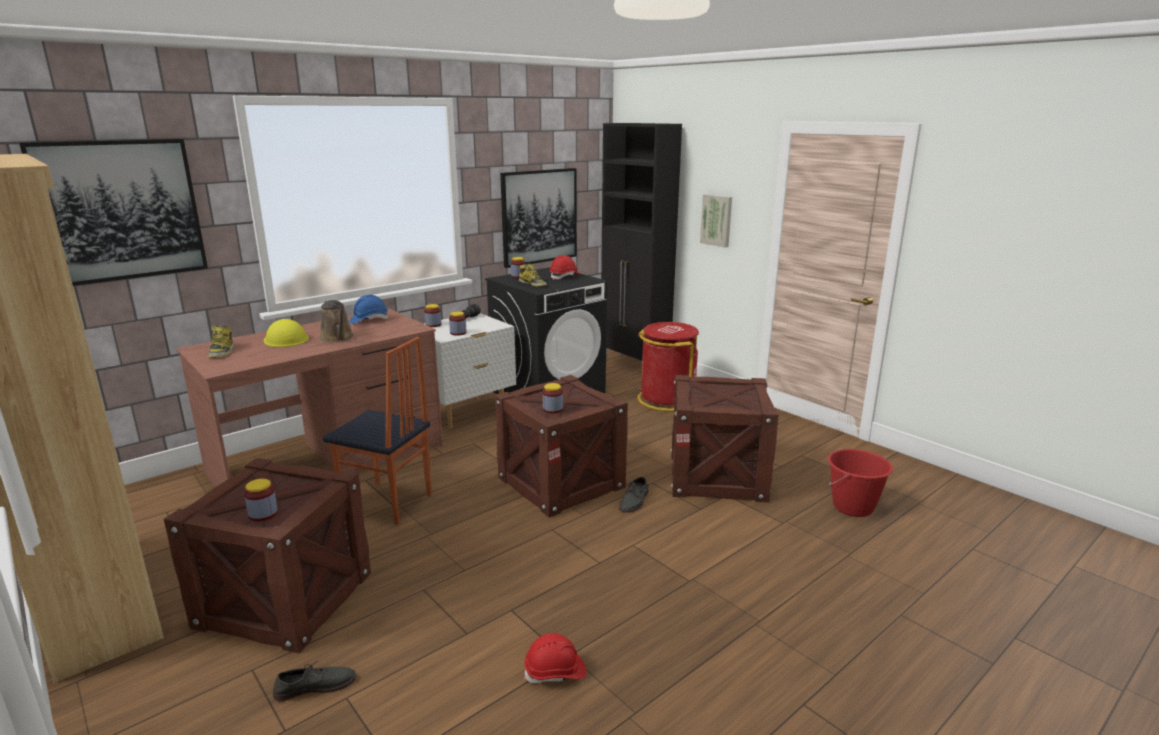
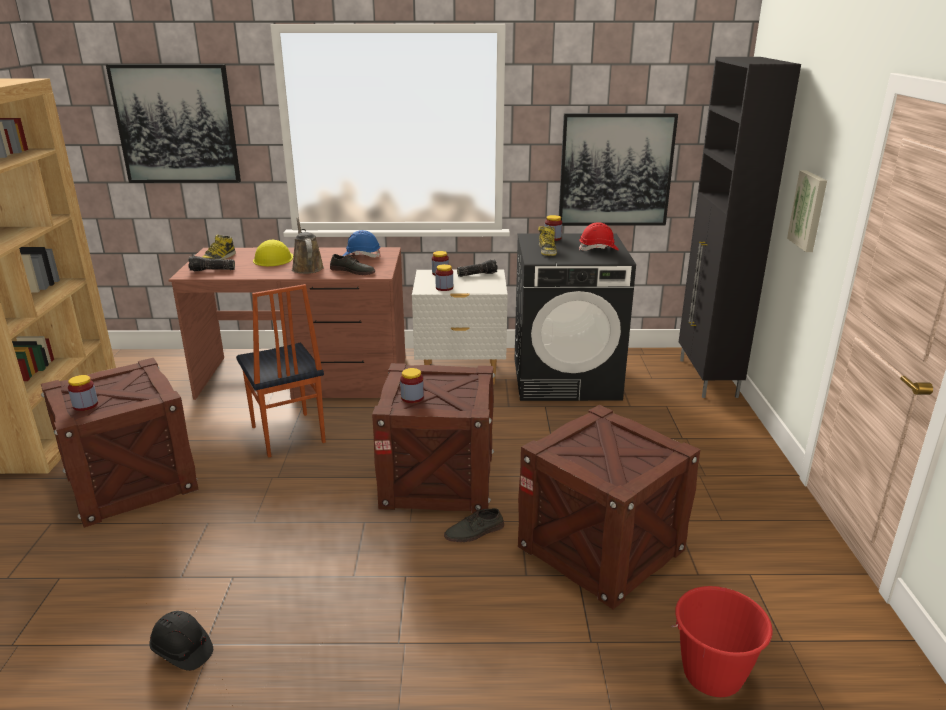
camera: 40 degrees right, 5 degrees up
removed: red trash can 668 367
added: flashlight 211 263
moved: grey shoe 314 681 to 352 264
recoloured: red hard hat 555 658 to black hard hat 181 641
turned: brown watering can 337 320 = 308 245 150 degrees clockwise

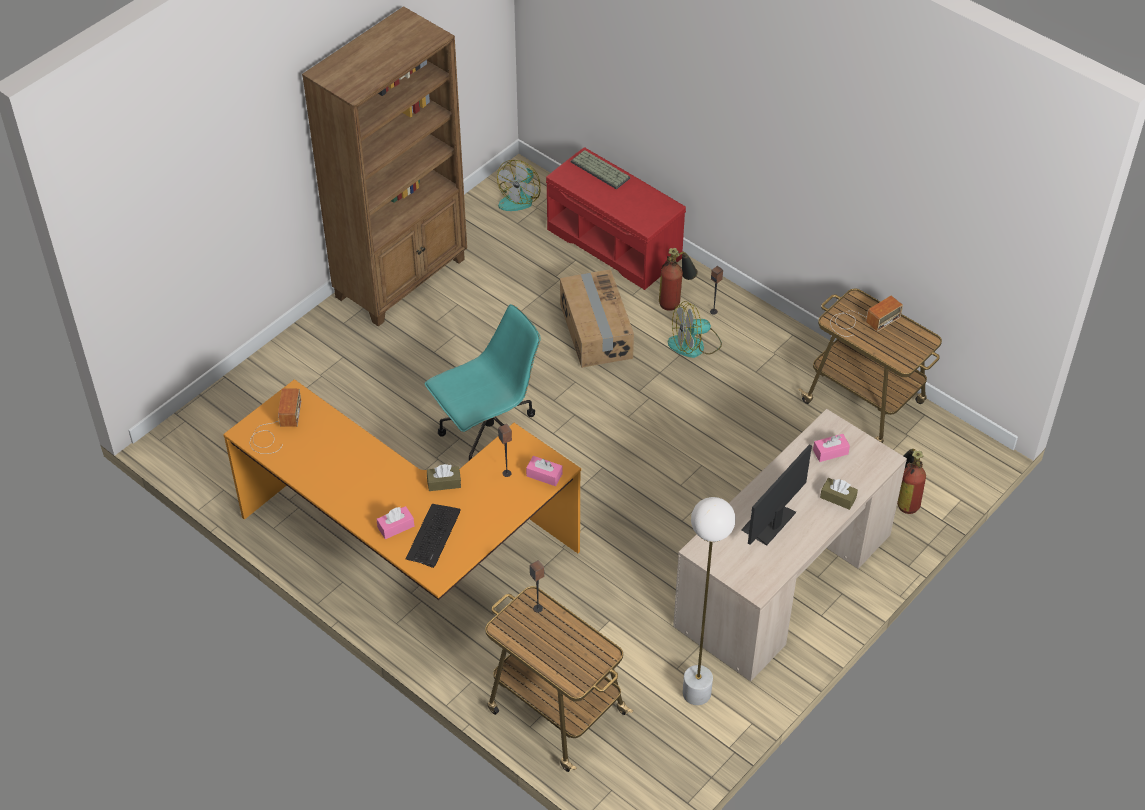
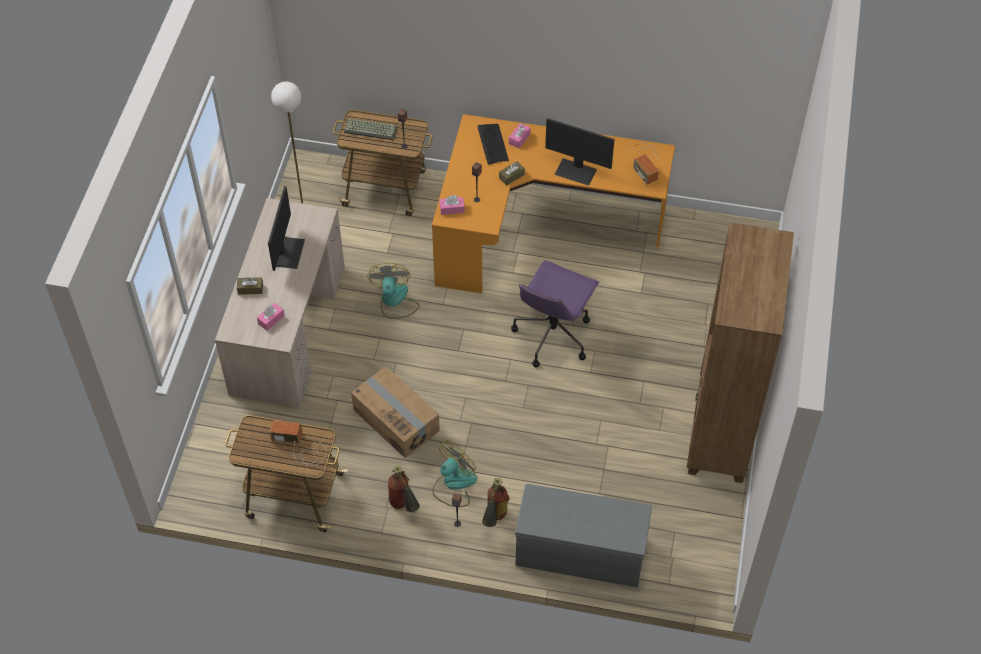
camera: 150 degrees right, 5 degrees up
added: monitor 579 152
moved: fan 518 185 to 393 291; cardboard box 597 318 to 395 412; keyboard 600 169 to 370 129; fire extinguisher 911 481 to 404 488
recoloured: turquoise office chair 483 382 to purple office chair 555 313; red bench 616 218 to grey bench 583 535
turned: radio 866 316 = 298 443 75 degrees clockwise

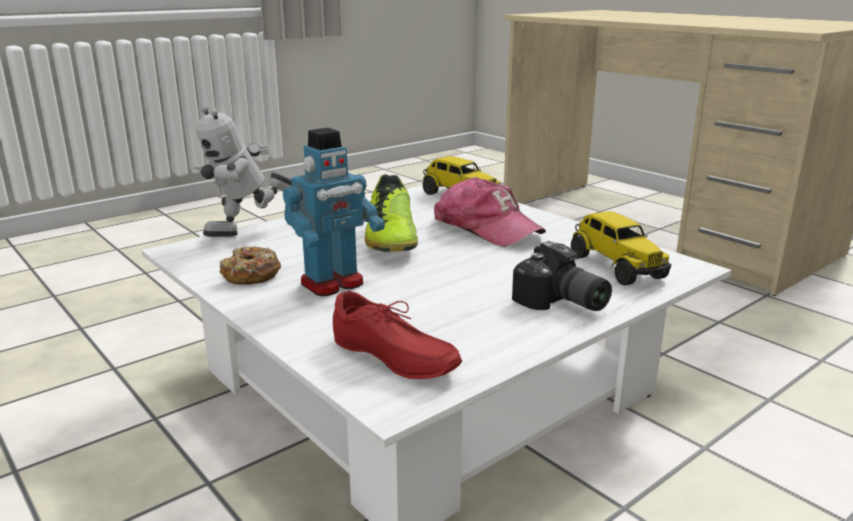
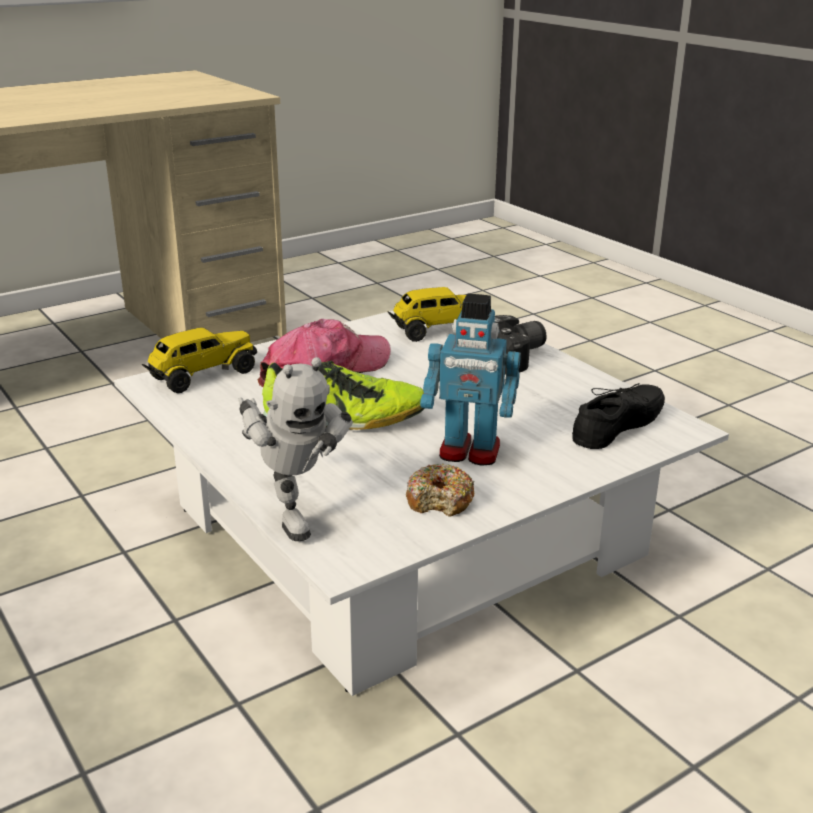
camera: 85 degrees left, 5 degrees up
recoloured: red shoe 397 334 to black shoe 618 416
turned: toy robot 334 212 = 470 380 135 degrees clockwise

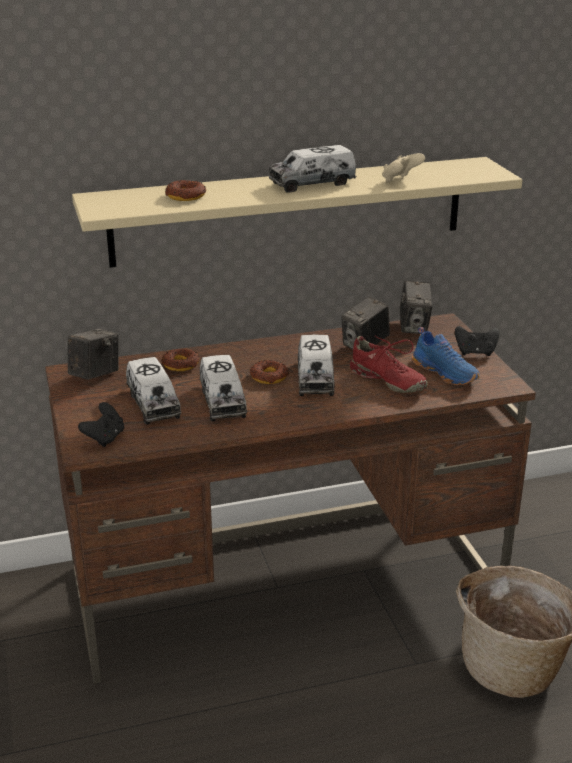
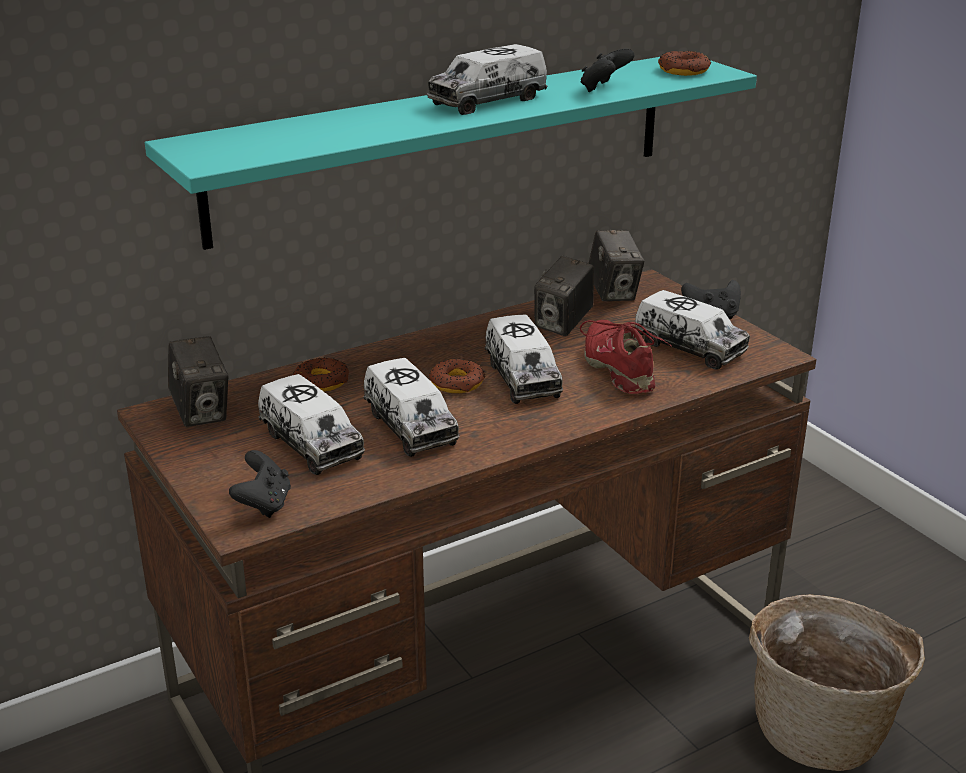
camera: 15 degrees left, 0 degrees up
moved: donut 185 190 to 684 63
replaced: blue shoe 446 356 to toy truck 692 330
recoloured: beige shelf 297 212 to turquoise shelf 451 153; beige game controller 403 168 to black game controller 607 70
turned: photo camera 93 354 = 198 381 135 degrees clockwise; red shoe 389 364 = 626 357 135 degrees counterclockwise

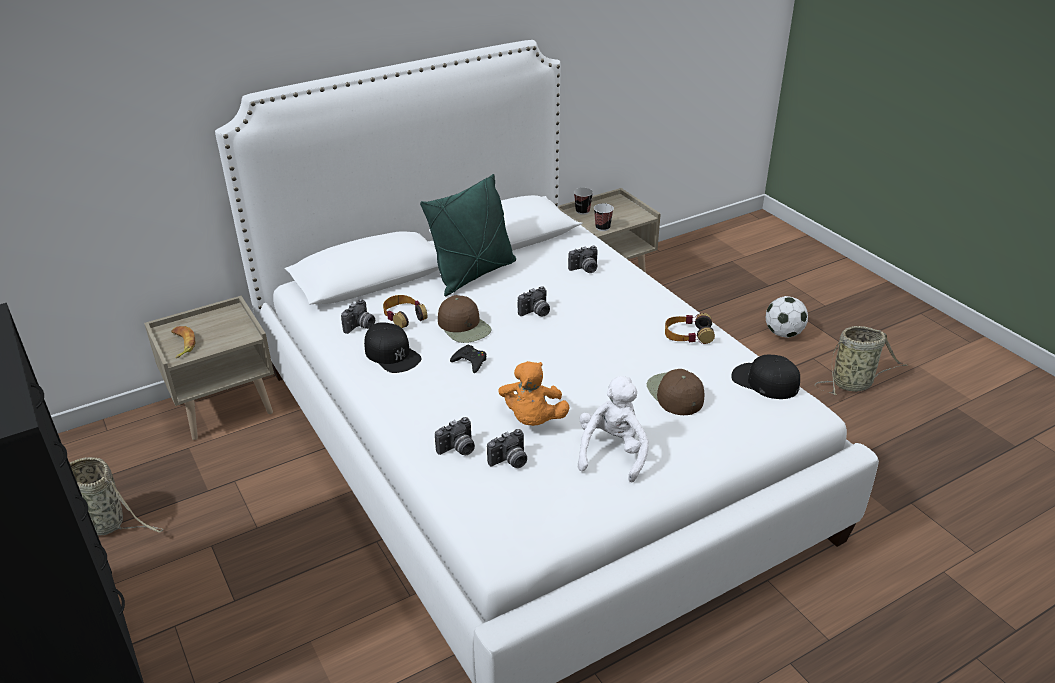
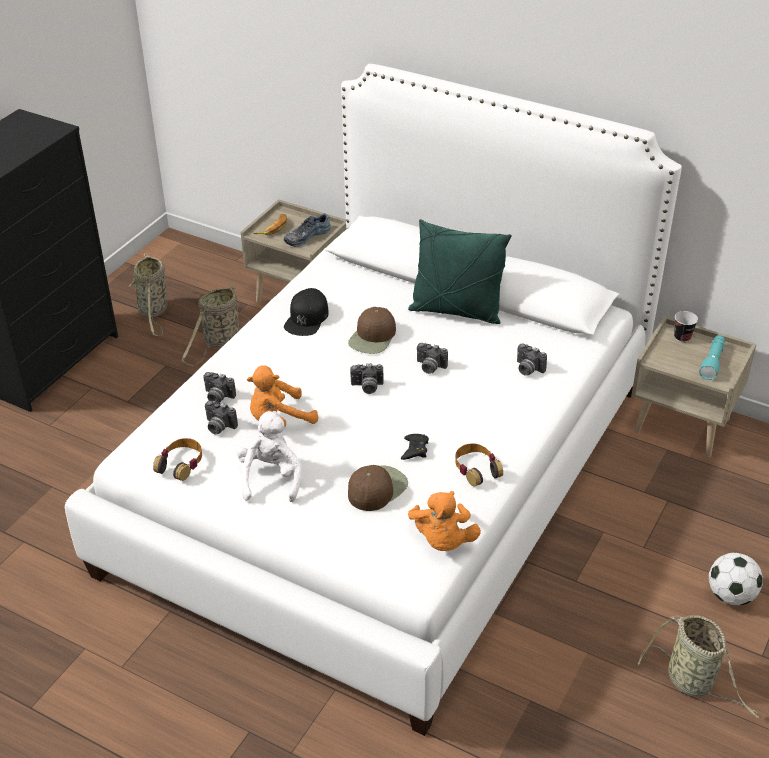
camera: 60 degrees right, 5 degrees up
removed: cup 604 217
added: basket 215 324; shoe 307 230; turquoise flashlight 712 357
moved: photo camera 358 316 to 367 378; headphones 405 311 to 177 459; black game controller 468 359 to 415 447
replaced: black cap 766 377 to orange plush toy 444 521
turned: white plush toy 613 429 = 269 456 75 degrees counterclockwise

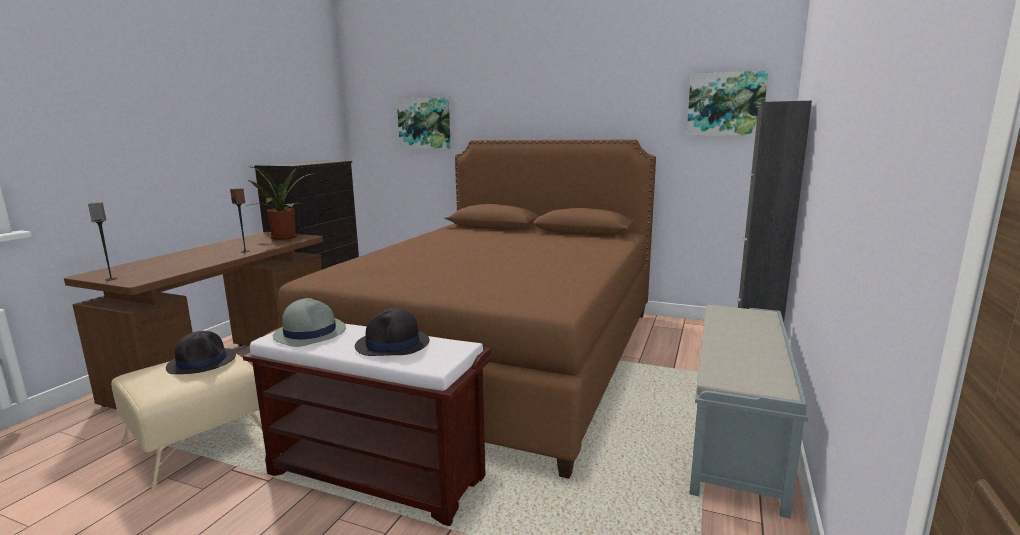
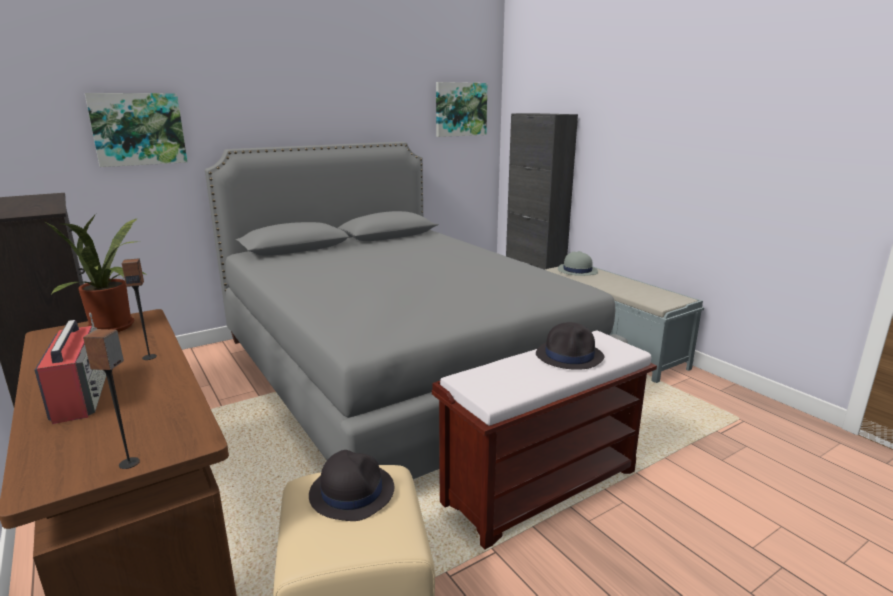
camera: 55 degrees left, 5 degrees up
added: radio 70 368
moved: grey hat 309 322 to 578 263
recoloured: brown bed 461 309 to grey bed 416 310

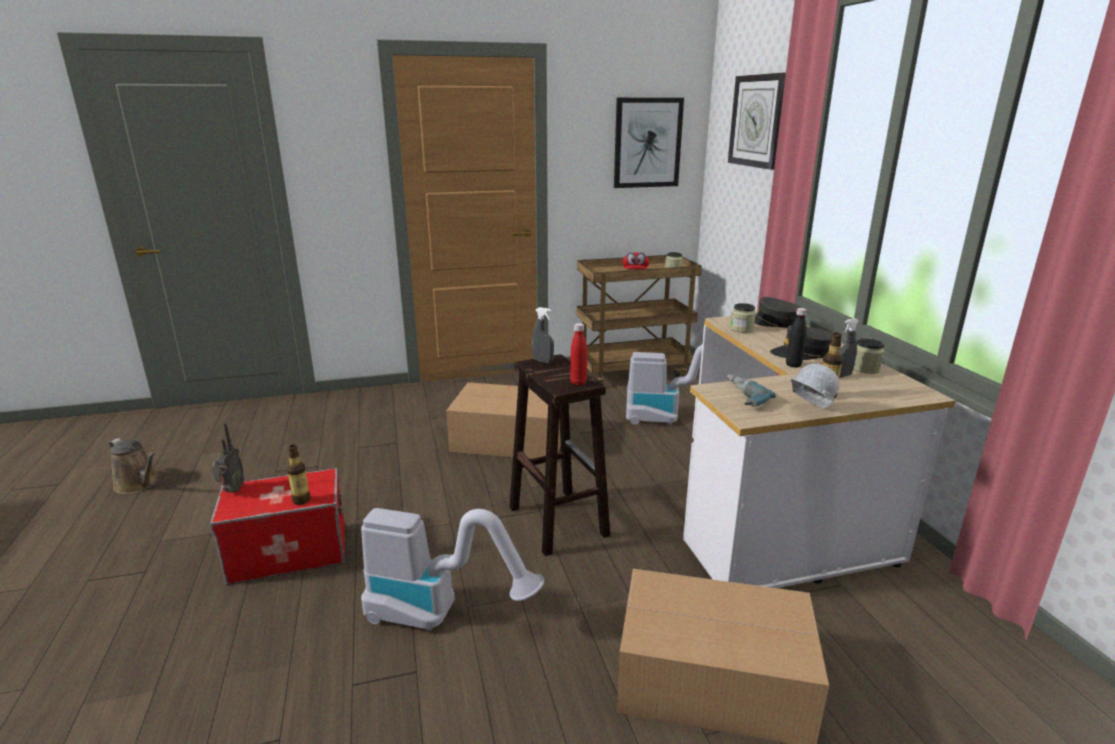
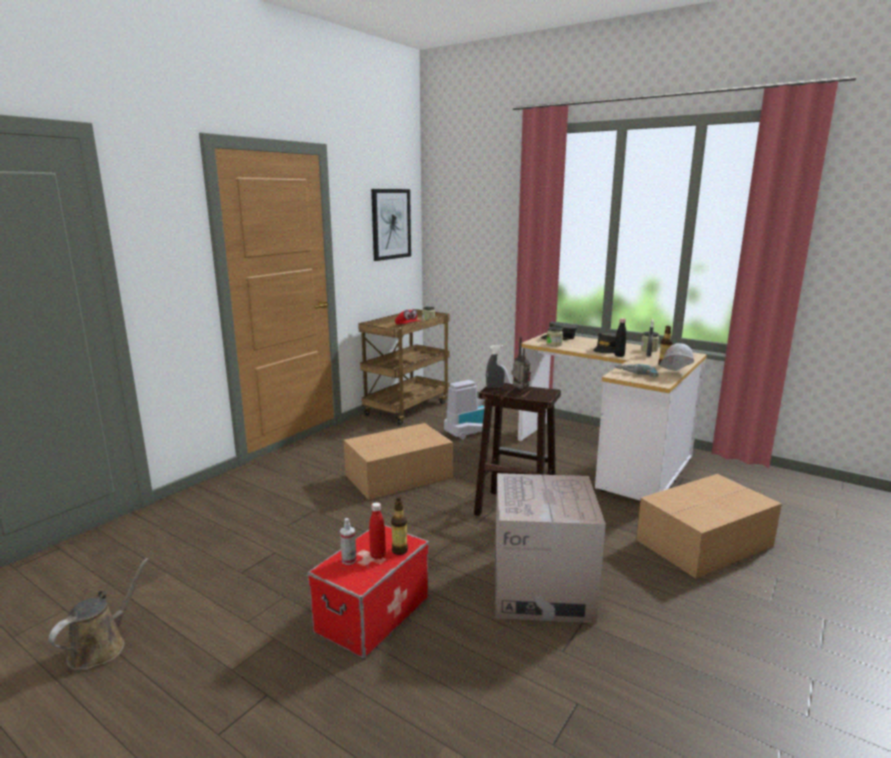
camera: 40 degrees left, 5 degrees down
removed: wall clock 757 121
added: spray bottle 348 541
moved: radio 228 458 to 521 364; red bottle 578 354 to 377 531
replaced: vacuum cleaner 452 569 to cardboard box 550 548
turned: brown watering can 134 466 = 99 614 60 degrees counterclockwise

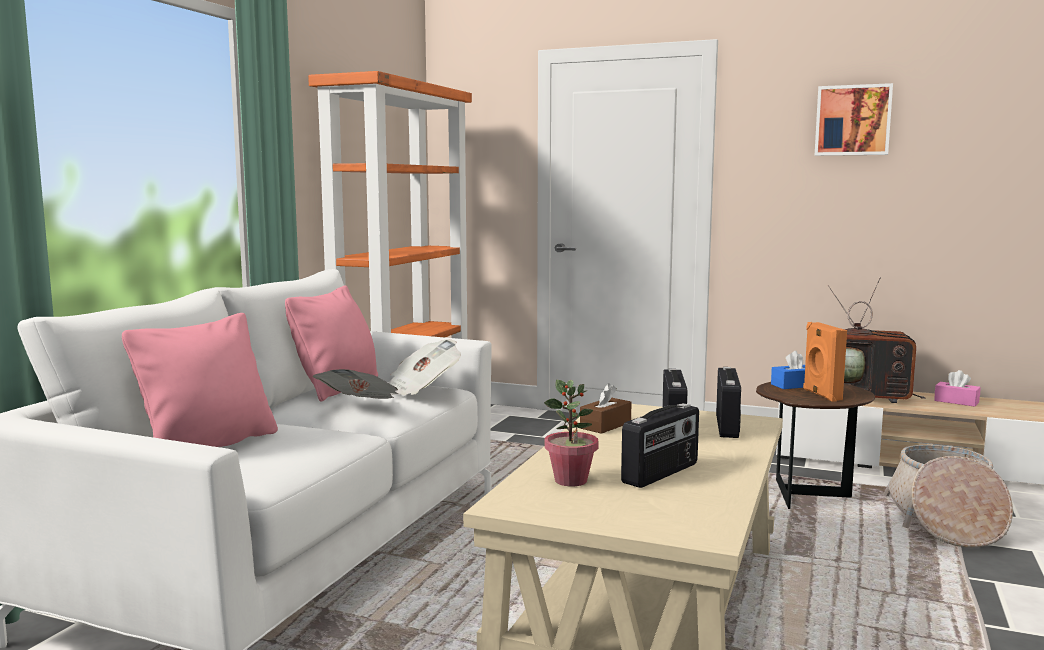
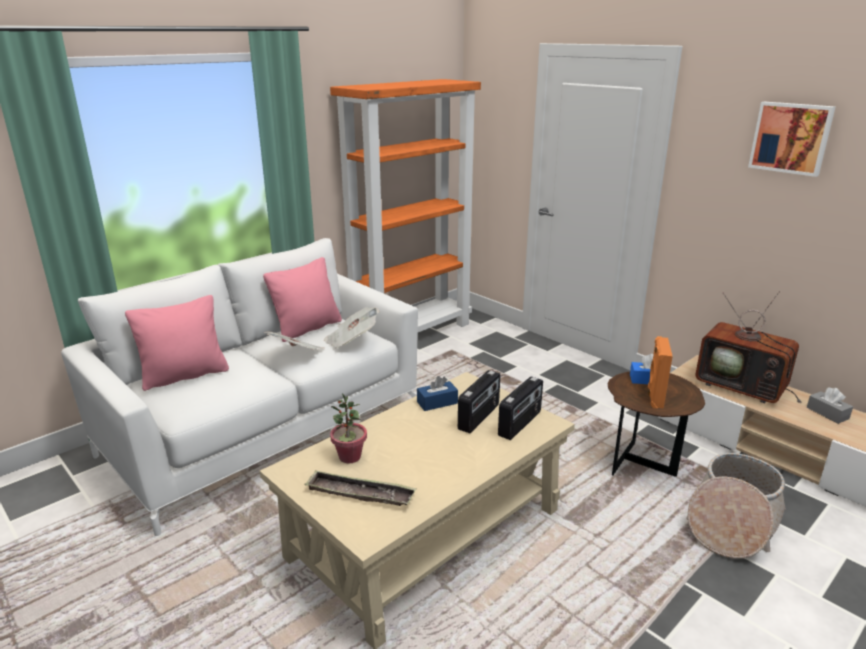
camera: 25 degrees right, 15 degrees up
removed: radio 660 445
added: tray 360 488
recoloured: brown tissue box 606 408 to blue tissue box 437 393; pink tissue box 957 388 to grey tissue box 830 405

